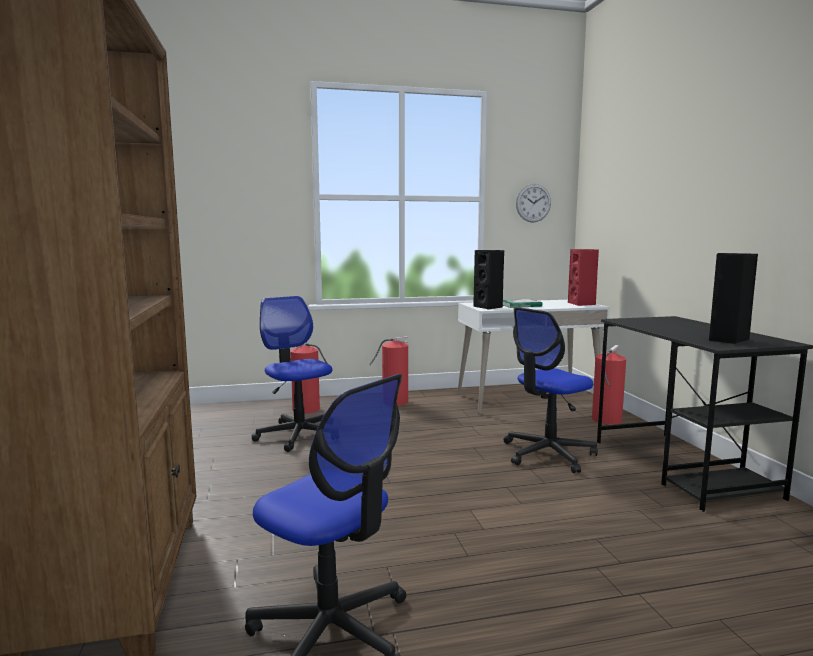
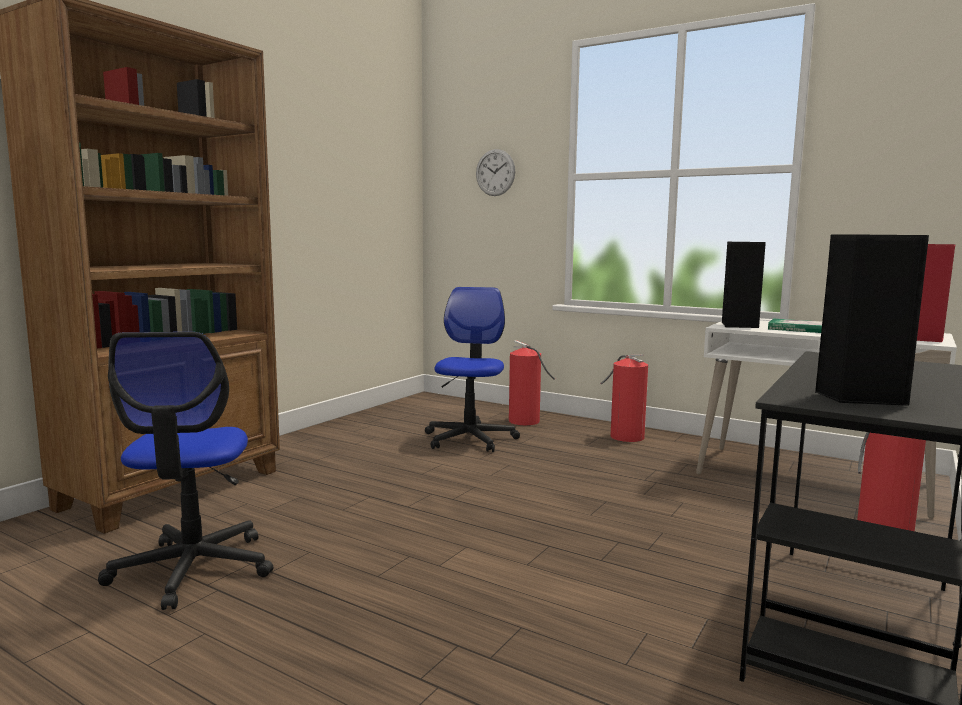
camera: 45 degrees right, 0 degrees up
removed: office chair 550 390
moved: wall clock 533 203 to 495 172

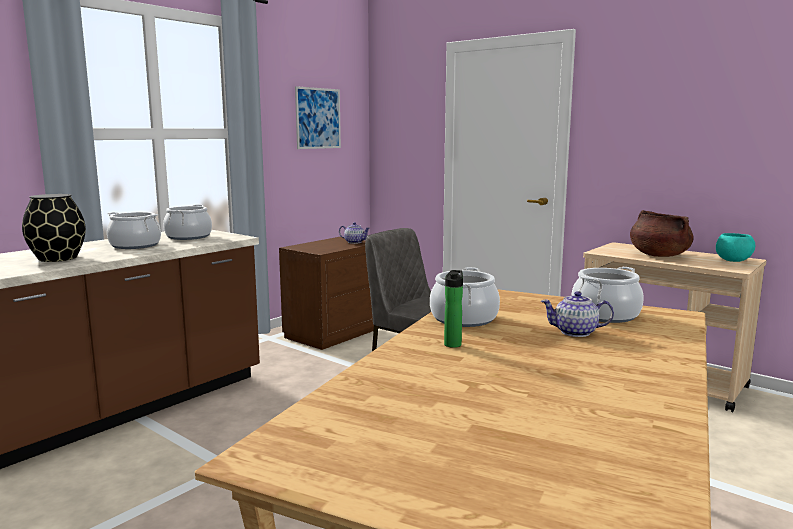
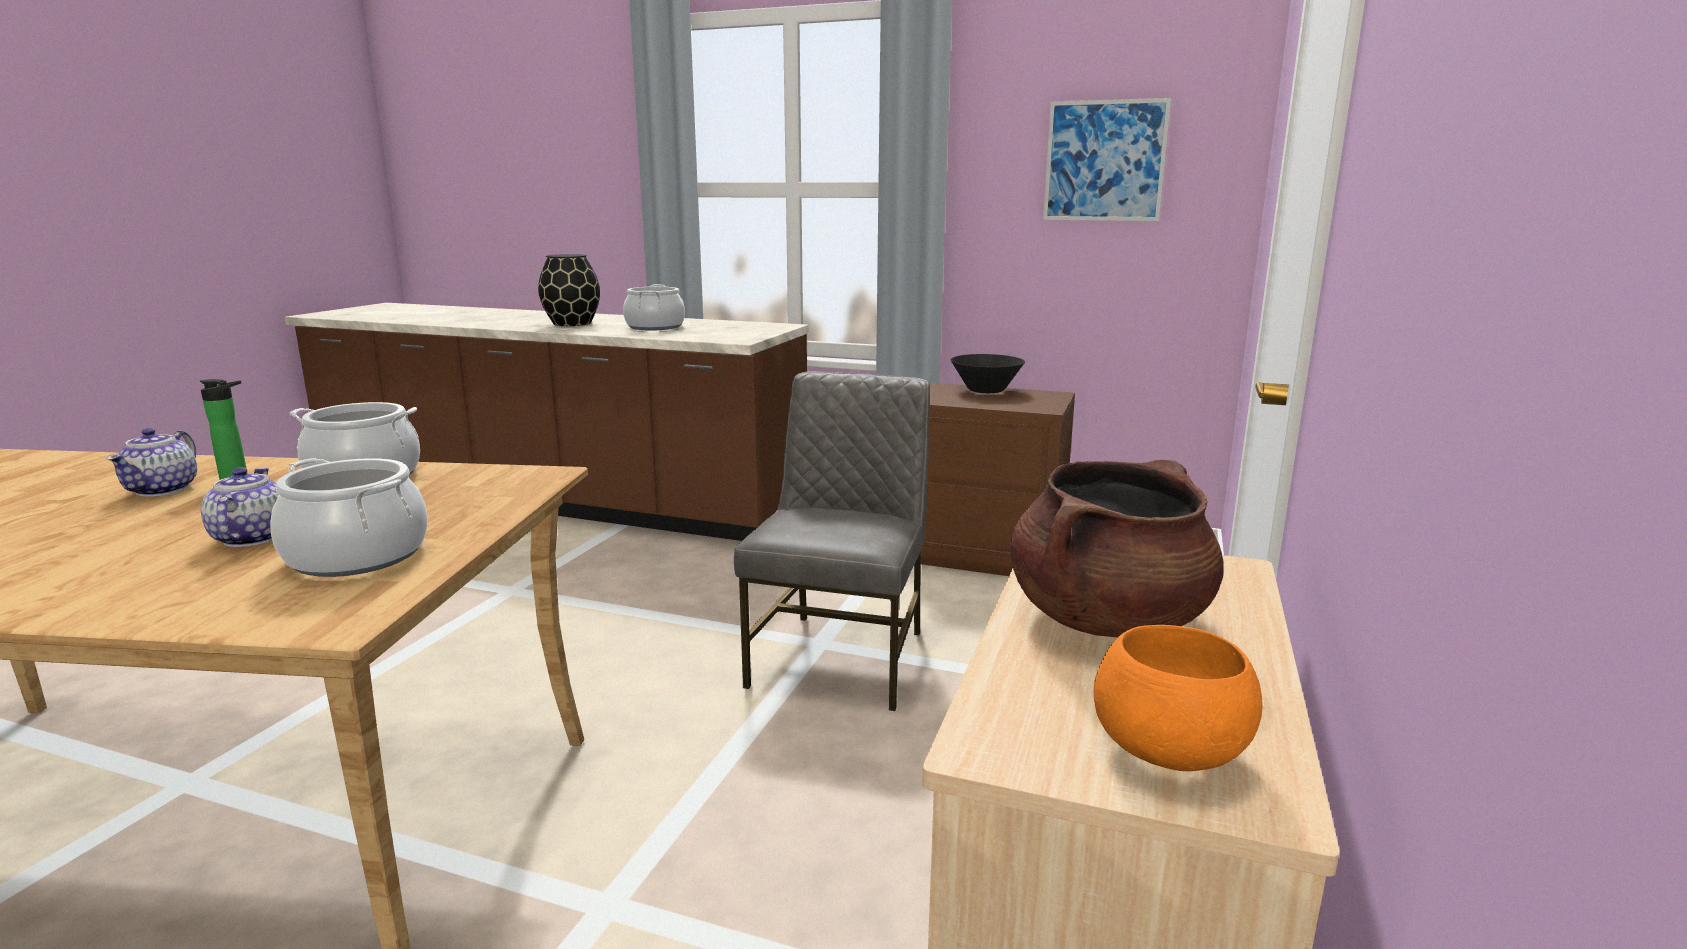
camera: 70 degrees right, 5 degrees up
removed: cooking pot 187 222
added: black bowl 988 373
moved: teapot 354 233 to 152 462
recoloured: turquoise bowl 735 247 to orange bowl 1178 698

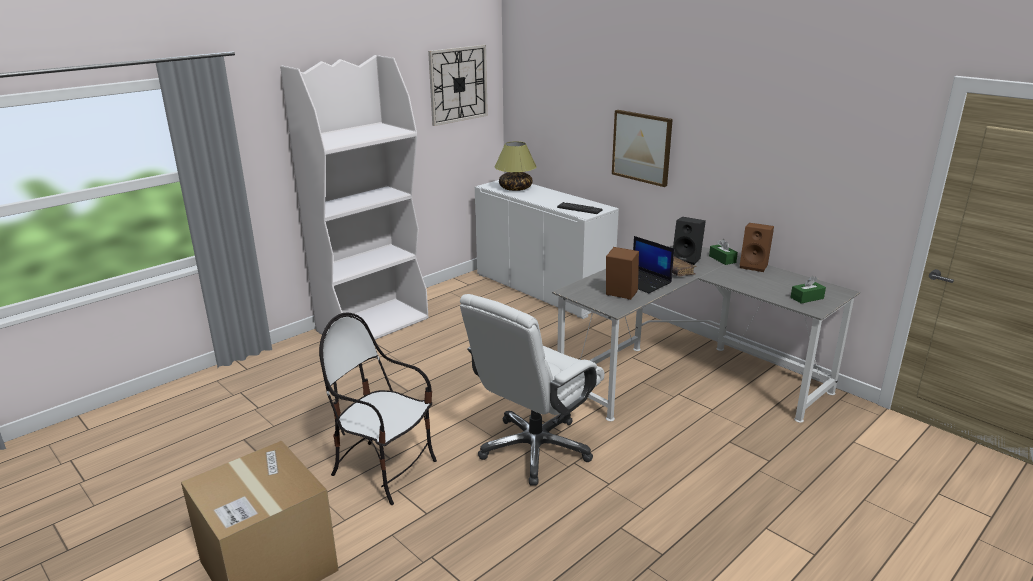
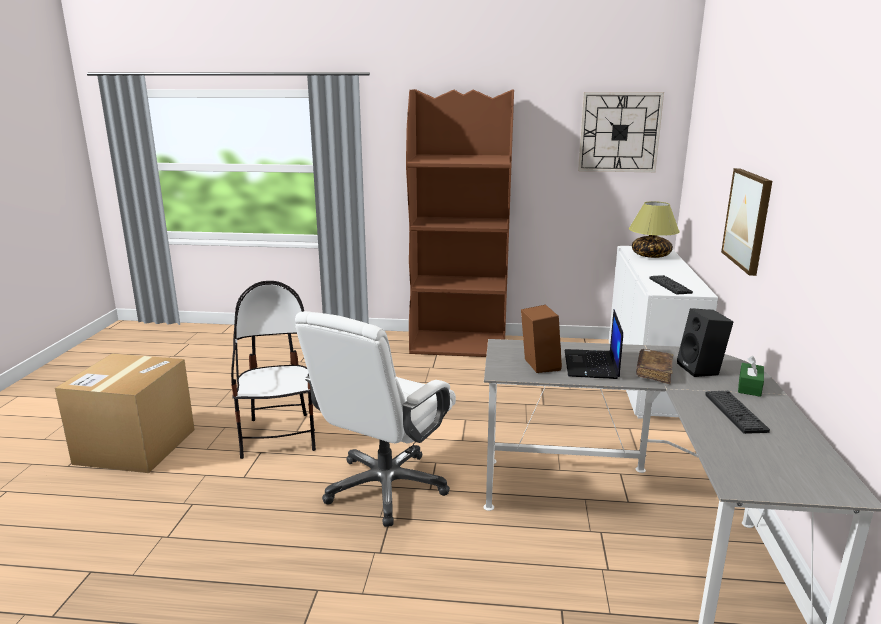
camera: 50 degrees right, 5 degrees down
removed: brown speaker 757 247; green tissue box 808 290
added: keyboard 737 412
recoloured: white bookcase 354 197 to brown bookcase 460 223
turned: white office chair 532 390 = 375 419 60 degrees counterclockwise

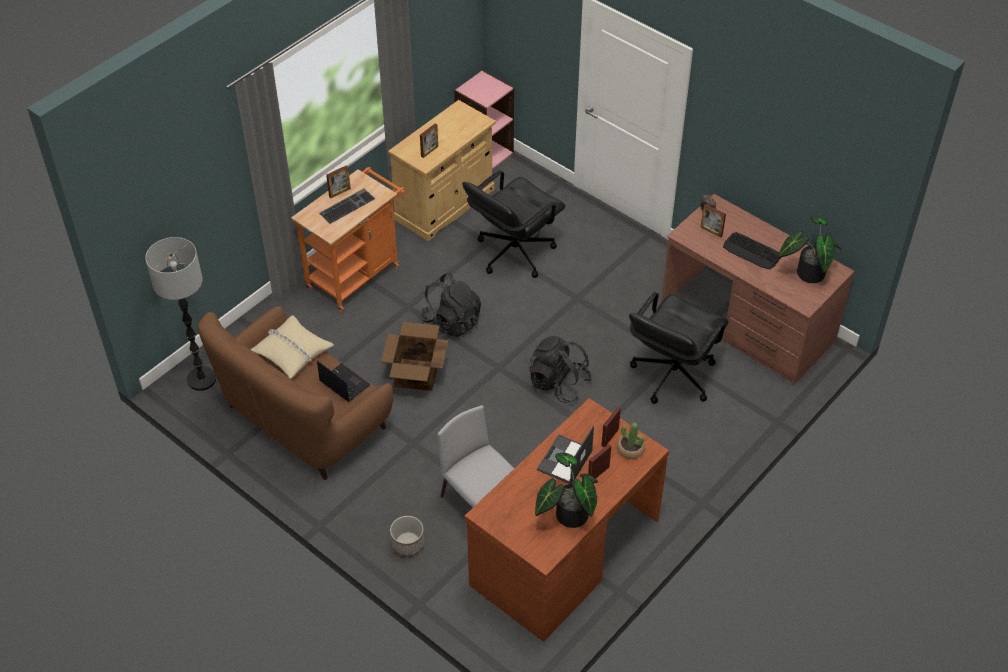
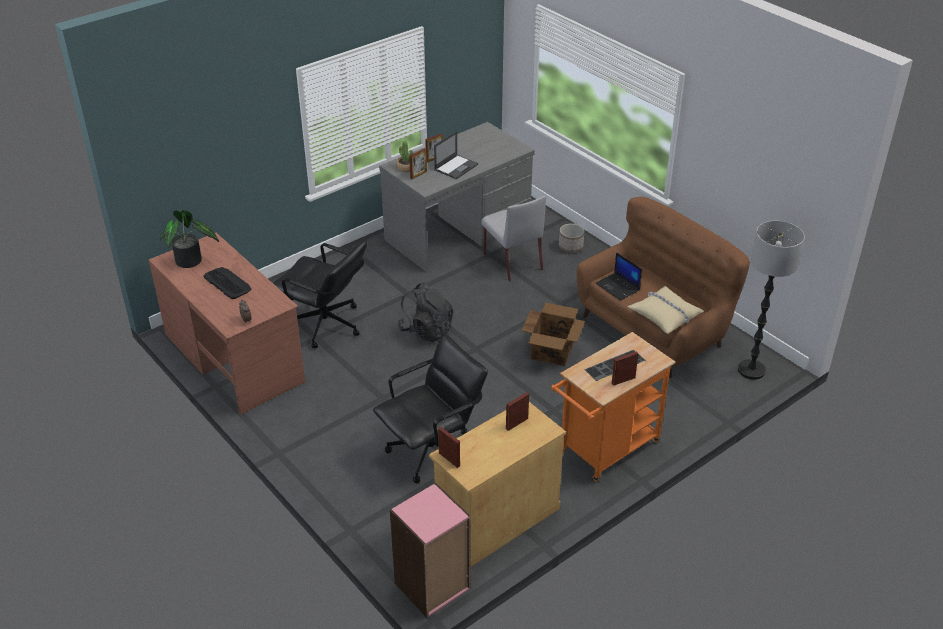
camera: 170 degrees left, 10 degrees down
removed: black backpack 451 305; potted plant 566 490
moved: picture frame 713 221 to 449 447
recoloured: brown desk 566 520 to grey desk 457 197
turned: black office chair 679 348 = 320 294 75 degrees clockwise

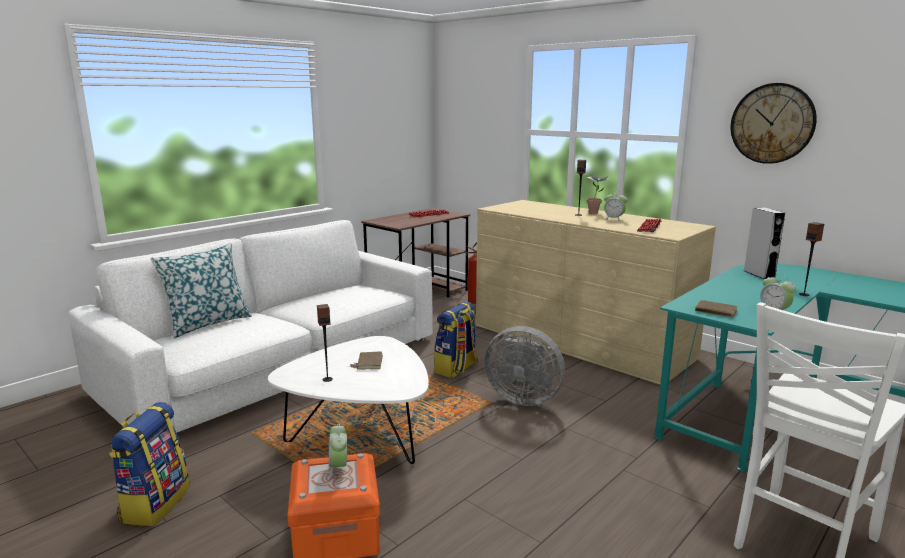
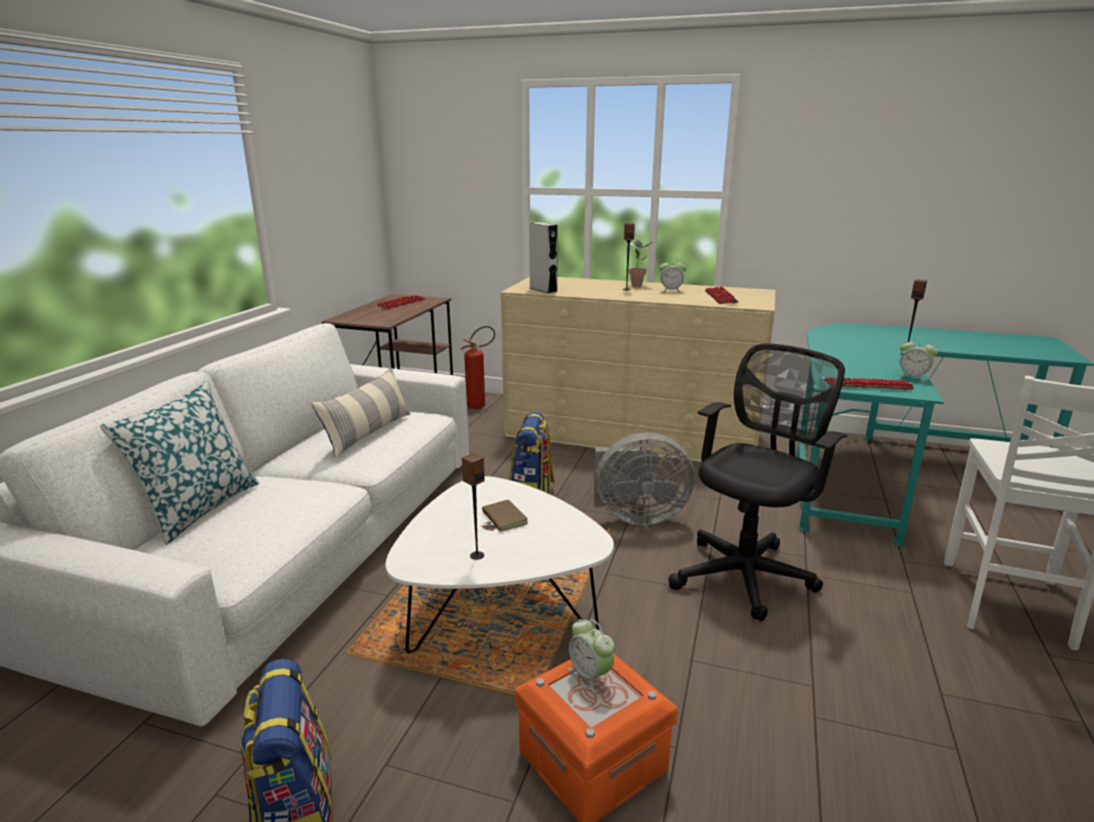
camera: 25 degrees left, 5 degrees up
removed: wall clock 774 123
added: pillow 360 413; black office chair 758 482
moved: grey speaker 764 243 to 543 257
replaced: brown book 716 308 to keyboard 869 384

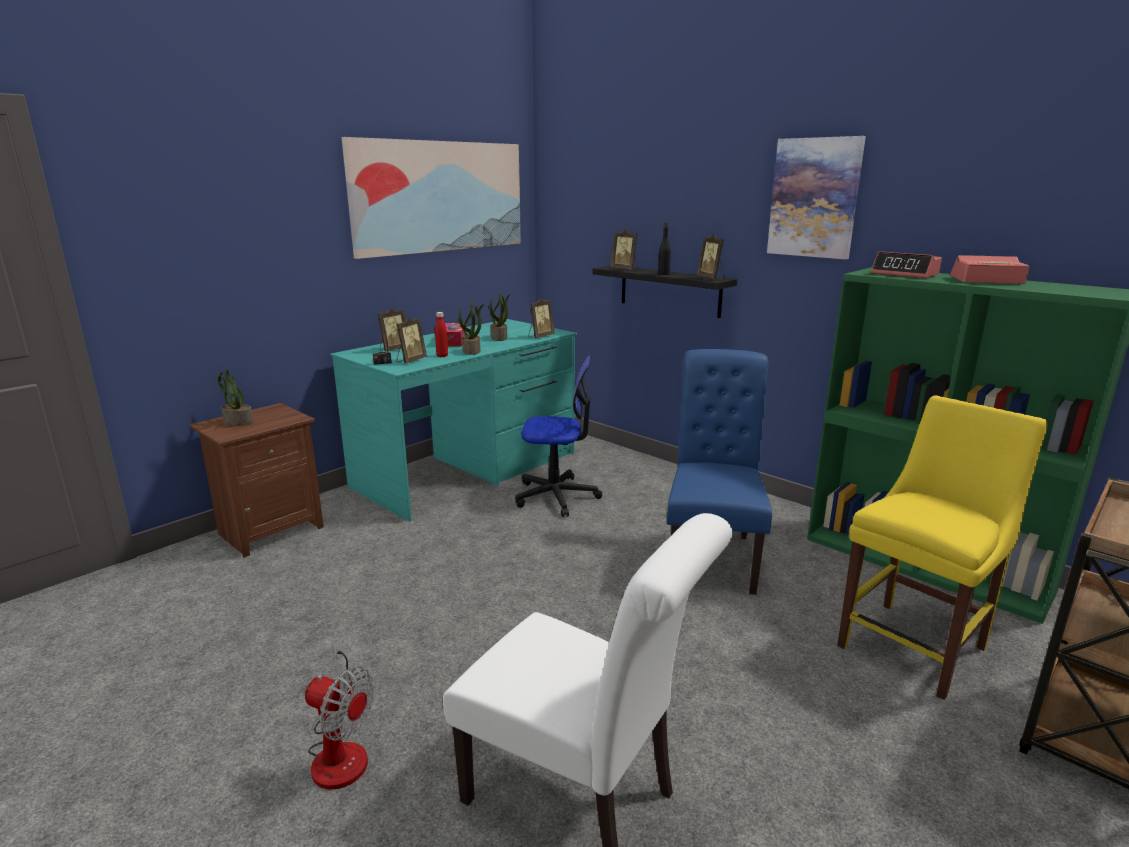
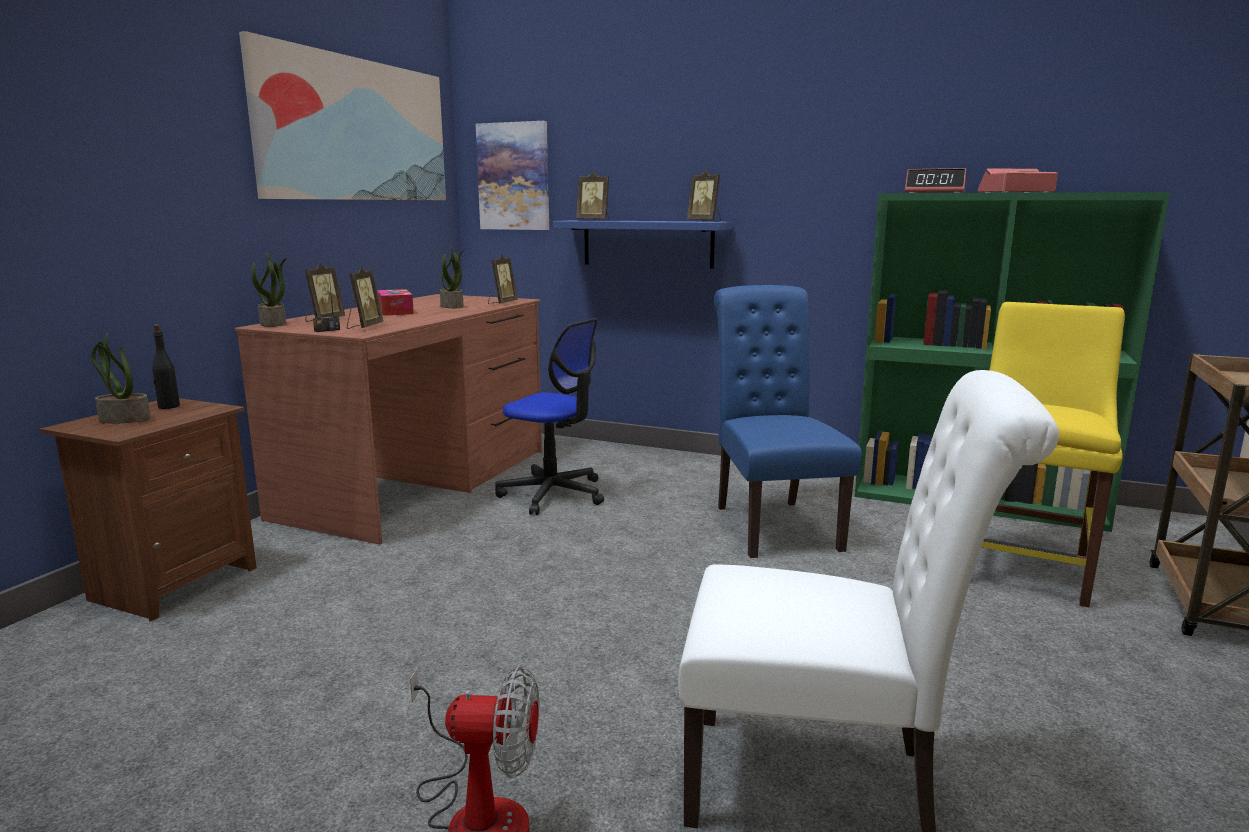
camera: 20 degrees left, 5 degrees down
removed: red bottle 441 334
moved: potted plant 471 327 to 269 289; black bottle 664 248 to 166 366; picture 816 197 to 512 175
recoloured: turquoise desk 453 420 to brown desk 388 419; black shelf 664 292 to blue shelf 642 244
turned: office chair 558 436 = 549 416 45 degrees clockwise

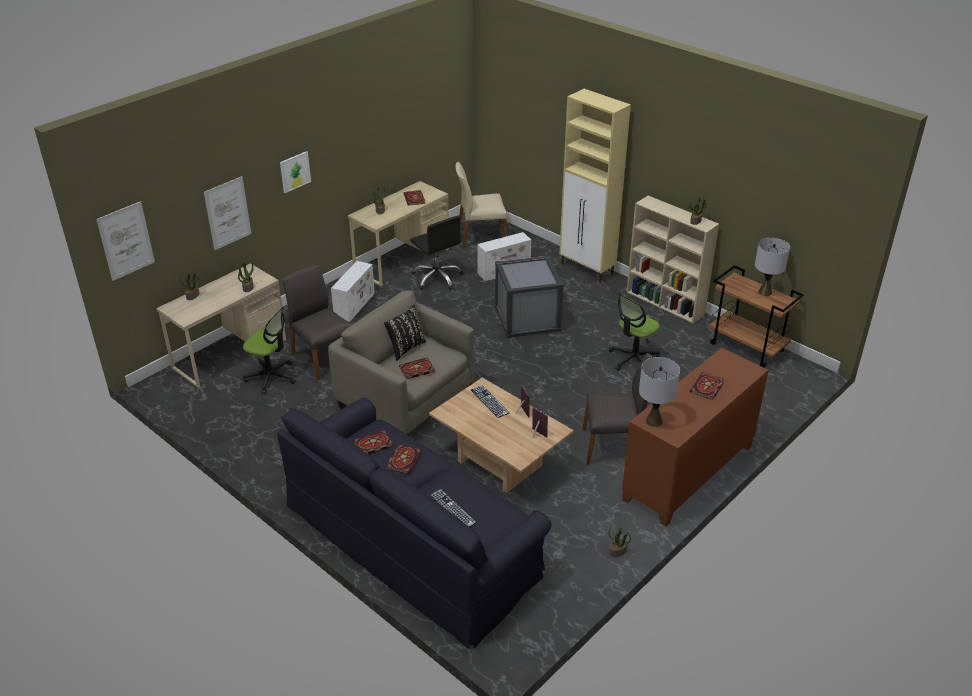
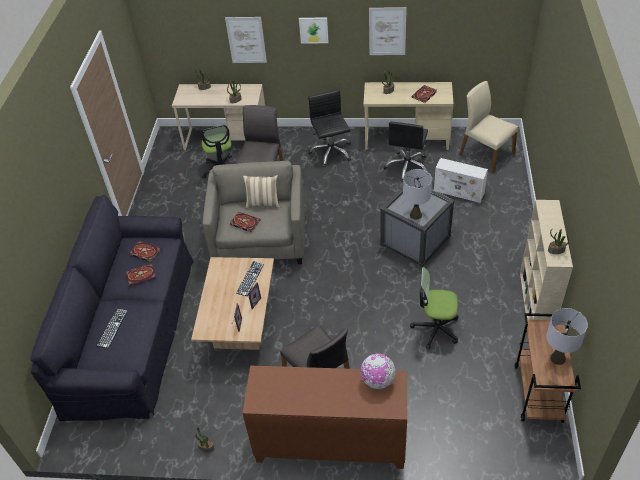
camera: 55 degrees right, 10 degrees up
removed: beige cabinet 595 186; book 707 386
added: globe 378 371
moved: picture 125 241 to 388 31; grey table lamp 659 392 to 417 194
replaced: white storage box 353 291 to black office chair 329 128
recoloured: black pillow 405 333 to beige pillow 261 191

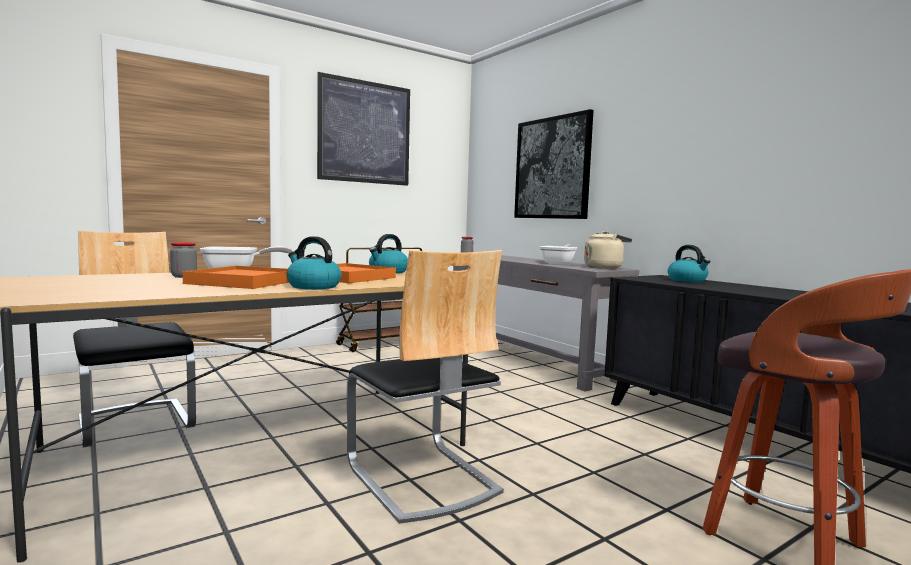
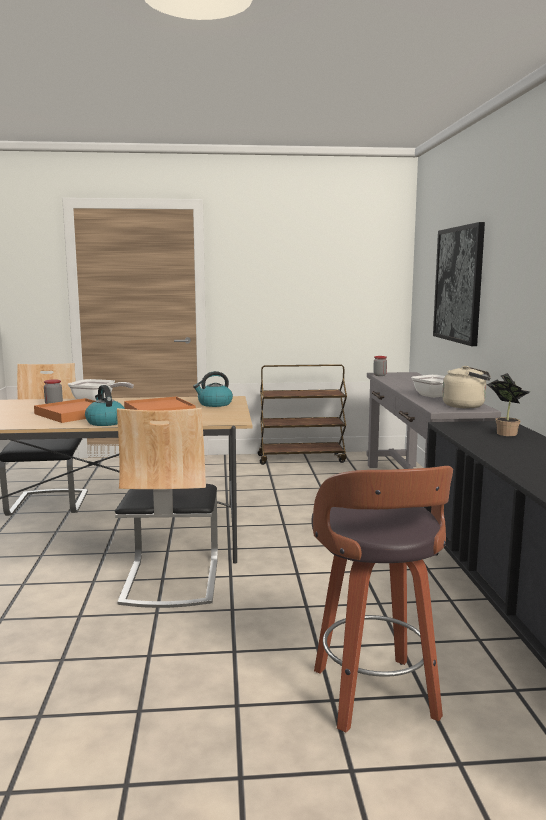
camera: 30 degrees right, 5 degrees up
removed: picture 363 129
replaced: kettle 689 263 to potted plant 508 404

